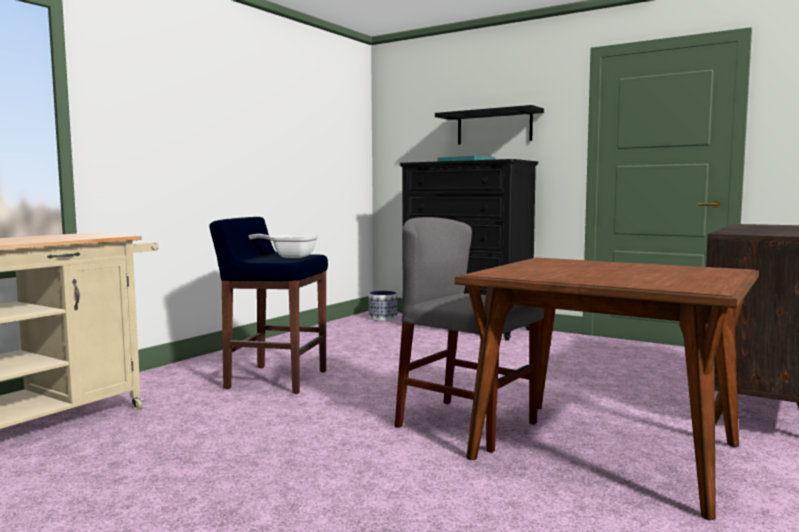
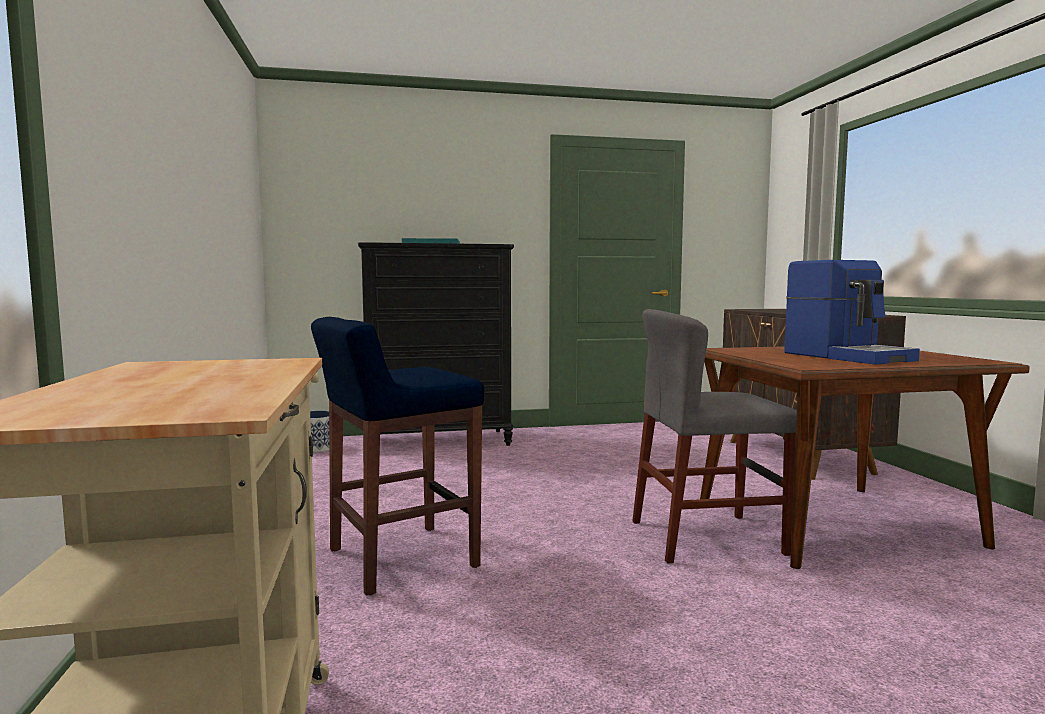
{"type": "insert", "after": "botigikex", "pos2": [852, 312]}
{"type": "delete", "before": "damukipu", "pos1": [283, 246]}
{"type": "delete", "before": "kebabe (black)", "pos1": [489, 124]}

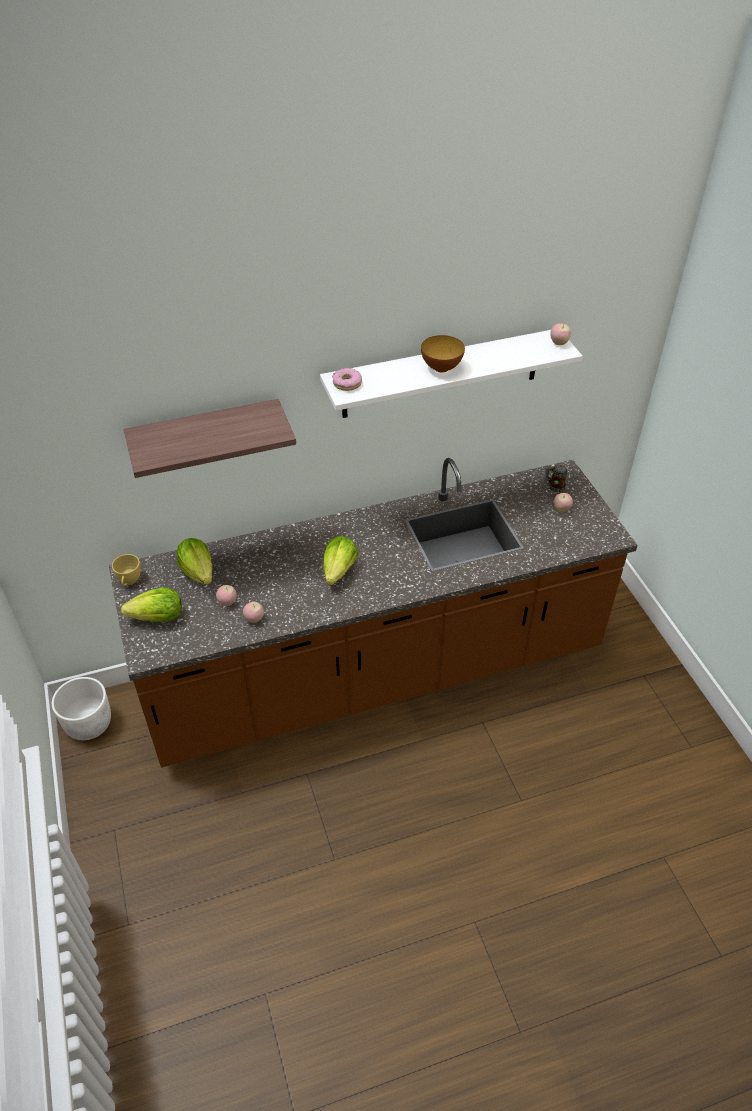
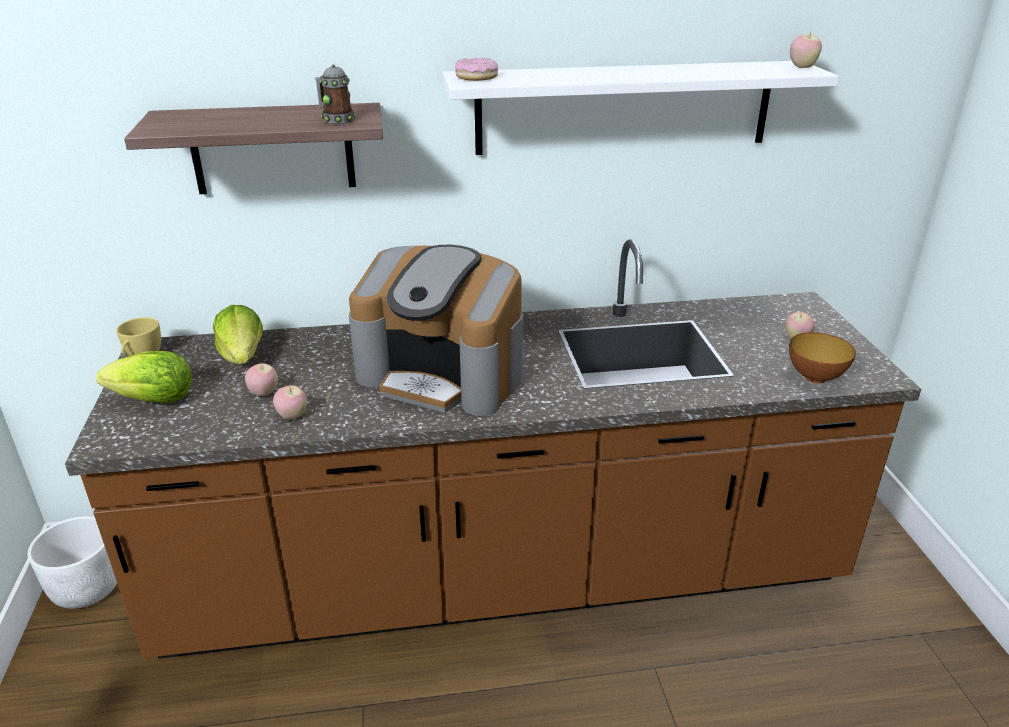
{"type": "move", "before": "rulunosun", "pos1": [556, 478], "pos2": [335, 94]}
{"type": "replace", "before": "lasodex", "after": "botigikex", "pos1": [340, 560], "pos2": [436, 330]}
{"type": "move", "before": "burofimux", "pos1": [443, 354], "pos2": [822, 357]}

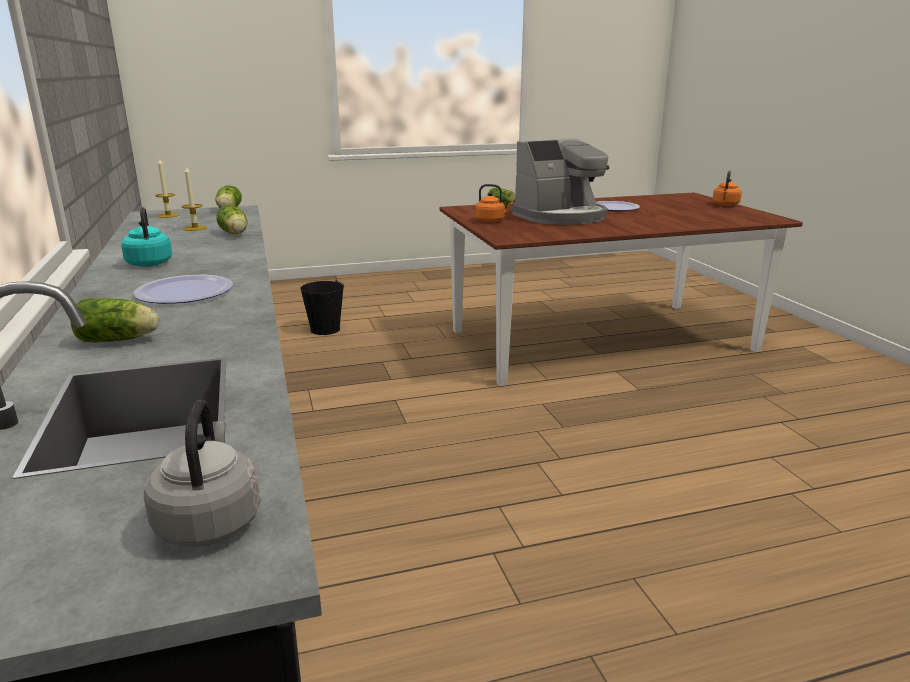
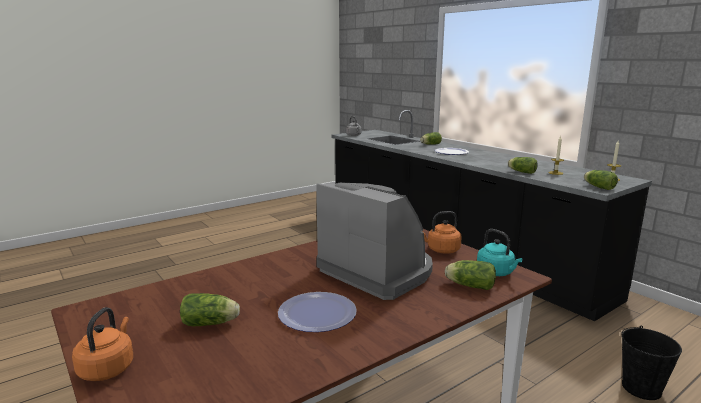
{"type": "insert", "after": "lasodex", "pos2": [210, 309]}
{"type": "rotate", "before": "botigikex", "pos1": [559, 181], "pos2": [374, 241], "turn": 90}
{"type": "move", "before": "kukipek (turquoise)", "pos1": [146, 237], "pos2": [499, 252]}

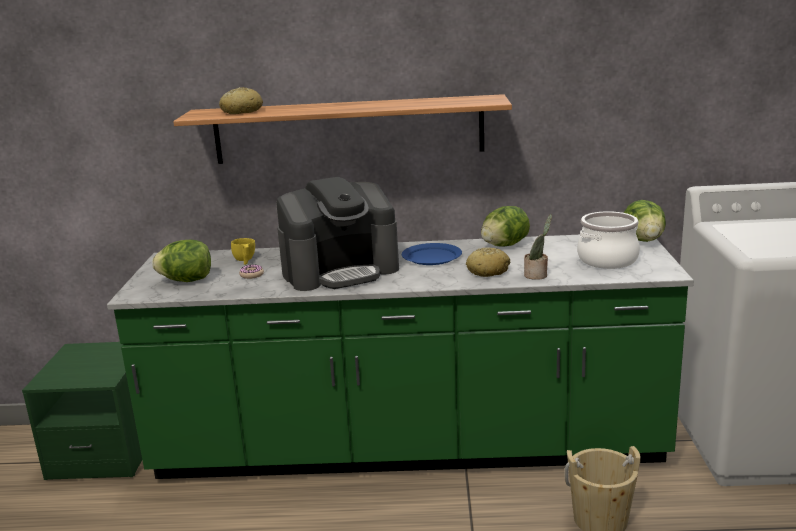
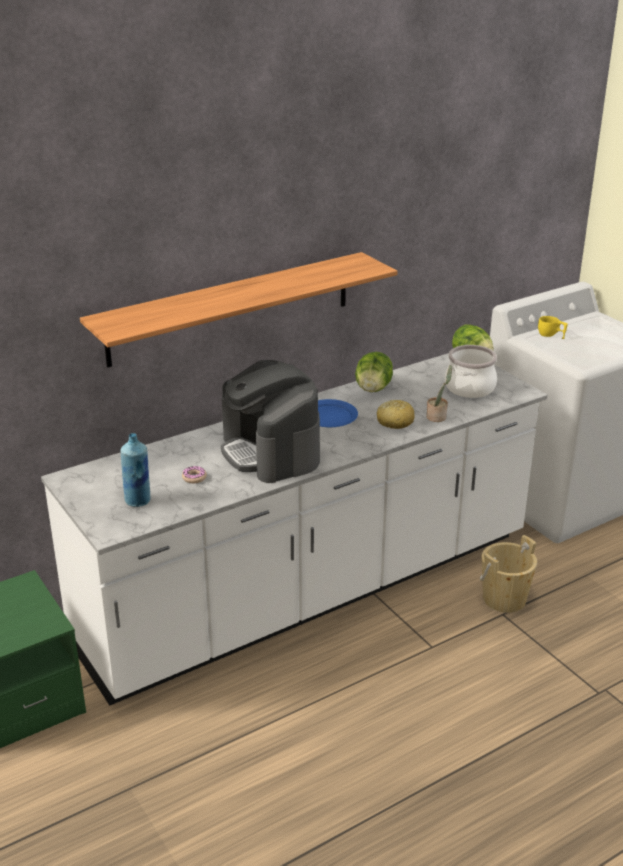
{"type": "recolor", "before": "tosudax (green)", "after": "tosudax (white)", "pos1": [400, 357], "pos2": [294, 529]}
{"type": "replace", "before": "lasodex", "after": "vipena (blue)", "pos1": [181, 260], "pos2": [135, 470]}
{"type": "rotate", "before": "botigikex", "pos1": [337, 234], "pos2": [270, 421], "turn": 120}
{"type": "move", "before": "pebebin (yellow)", "pos1": [243, 251], "pos2": [553, 327]}
{"type": "delete", "before": "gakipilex", "pos1": [241, 100]}

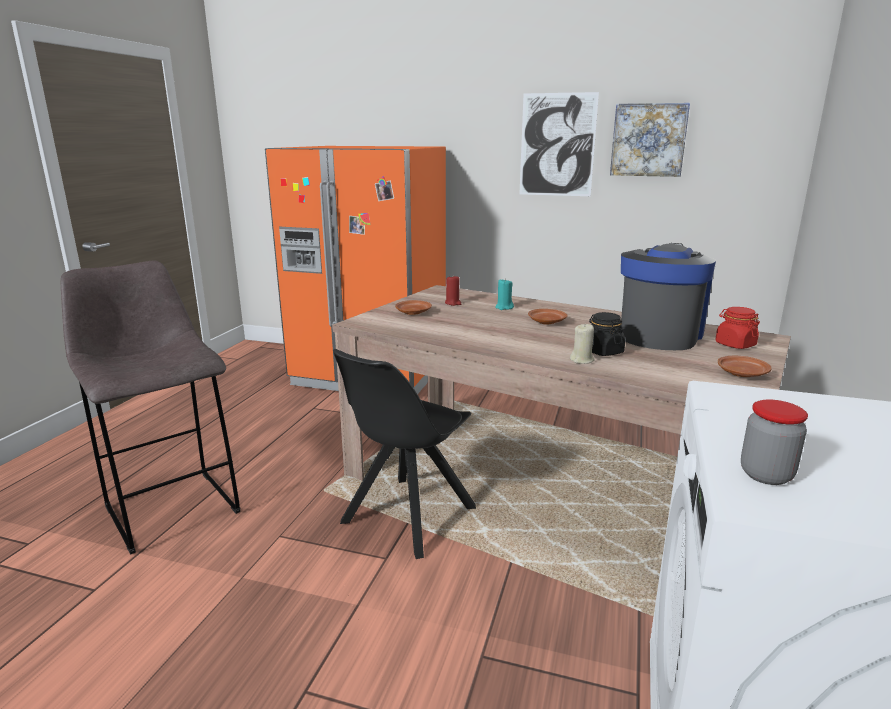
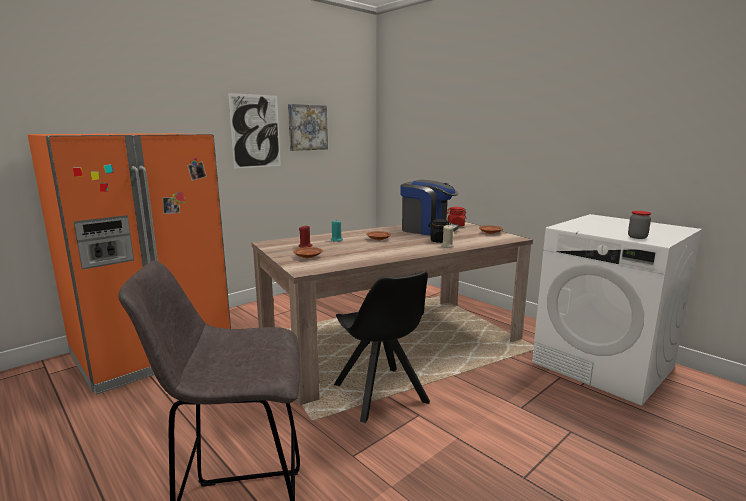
{"type": "rotate", "before": "botigikex", "pos1": [668, 296], "pos2": [430, 208], "turn": 150}

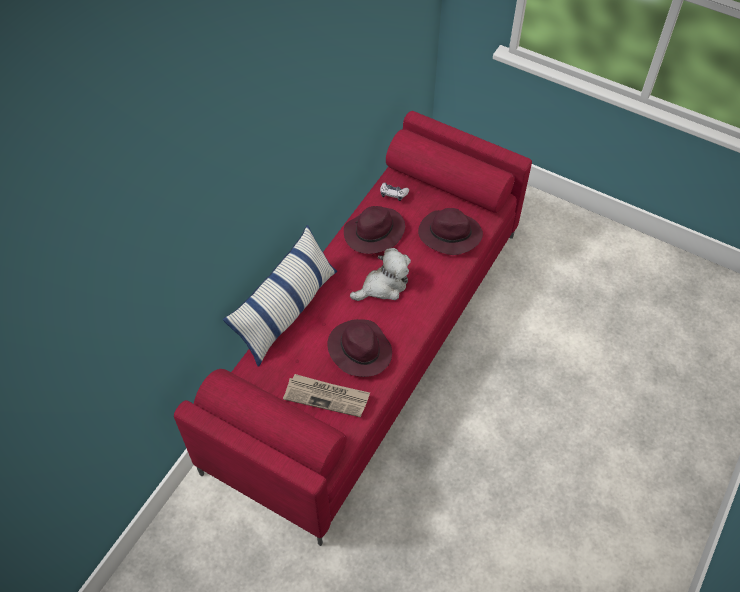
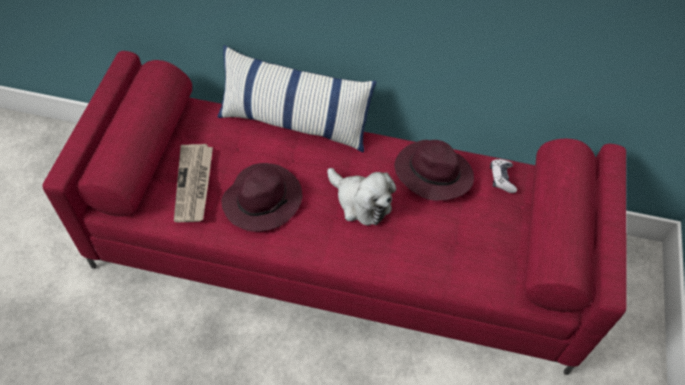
{"type": "delete", "before": "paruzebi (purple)", "pos1": [450, 231]}

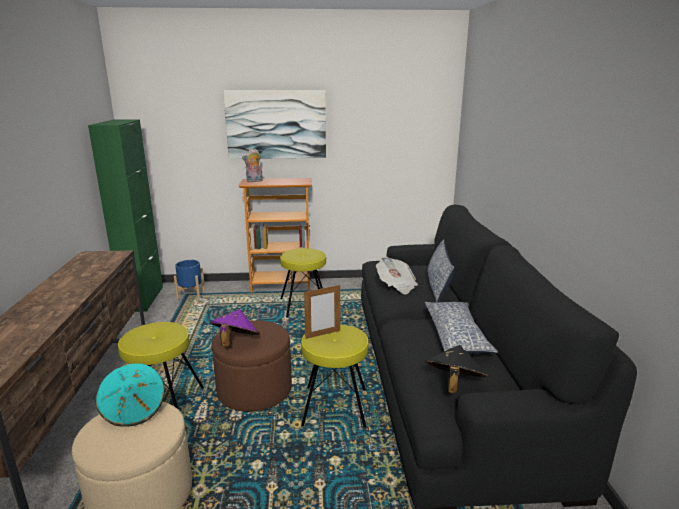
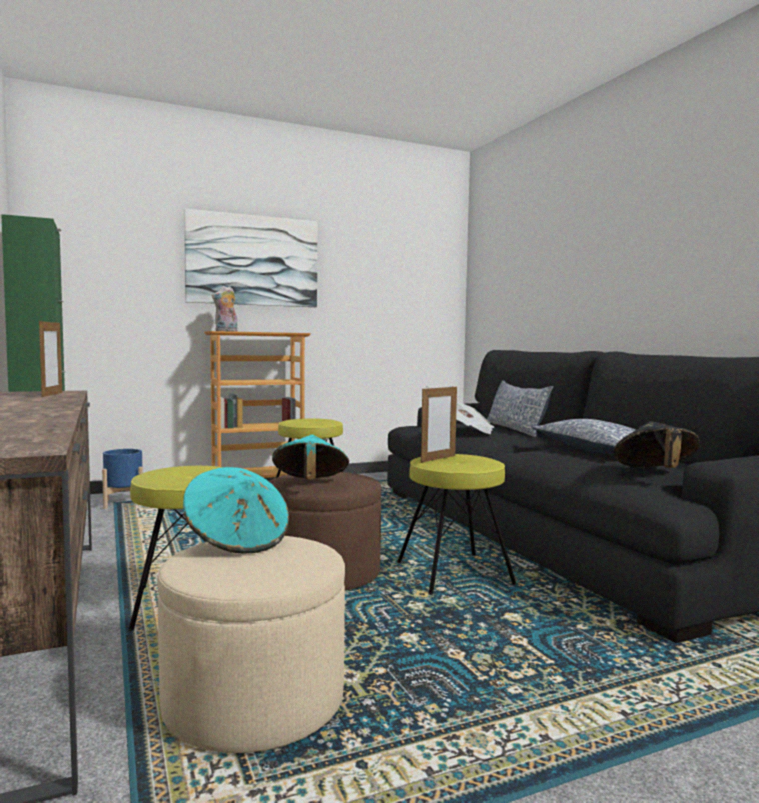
{"type": "insert", "after": "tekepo", "pos2": [50, 358]}
{"type": "recolor", "before": "paruzebi (purple)", "after": "paruzebi (turquoise)", "pos1": [235, 328], "pos2": [310, 457]}

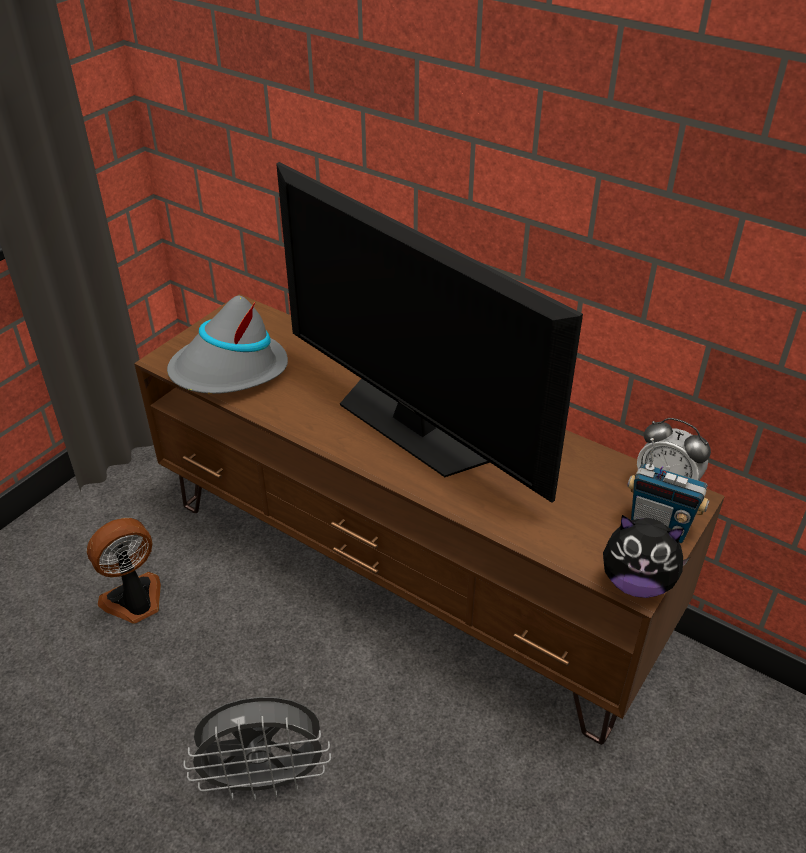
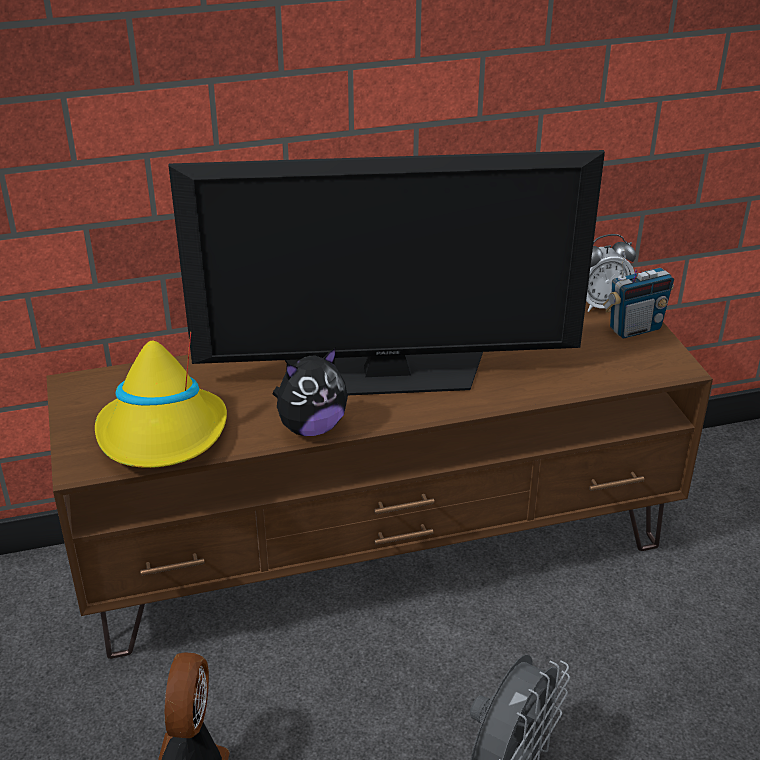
{"type": "recolor", "before": "paruzebi (grey)", "after": "paruzebi (yellow)", "pos1": [227, 345], "pos2": [161, 400]}
{"type": "move", "before": "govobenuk", "pos1": [646, 556], "pos2": [310, 391]}

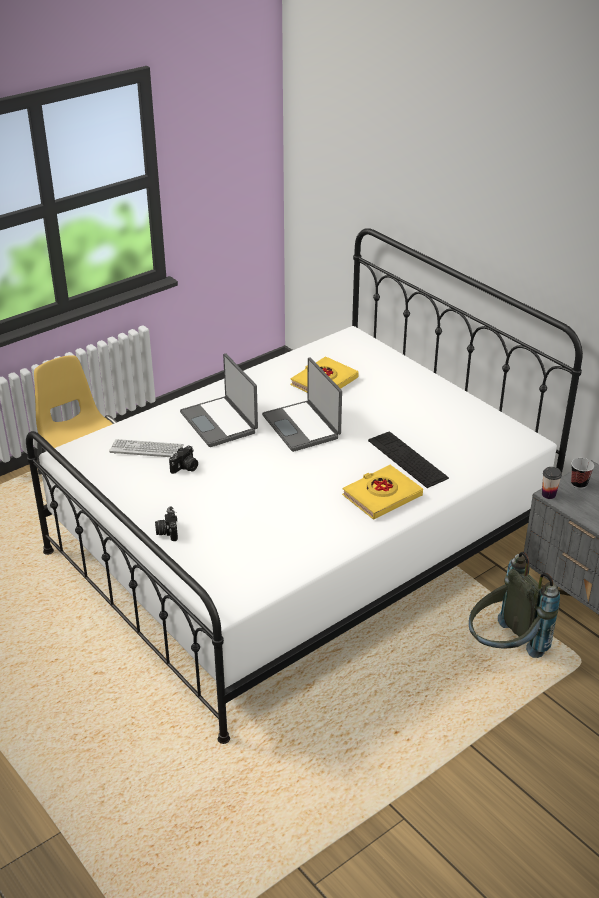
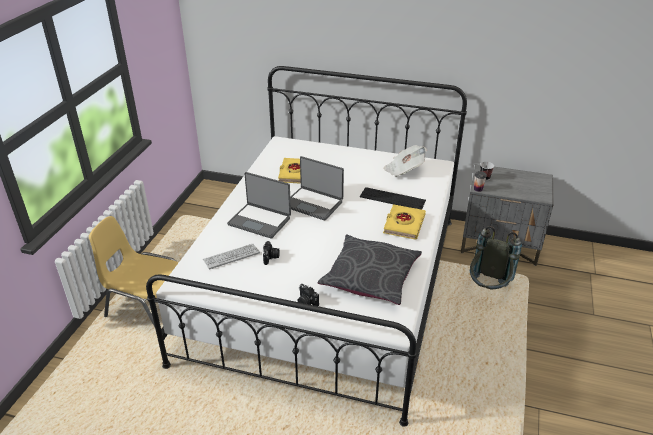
{"type": "insert", "after": "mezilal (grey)", "pos2": [370, 269]}
{"type": "insert", "after": "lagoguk", "pos2": [405, 161]}

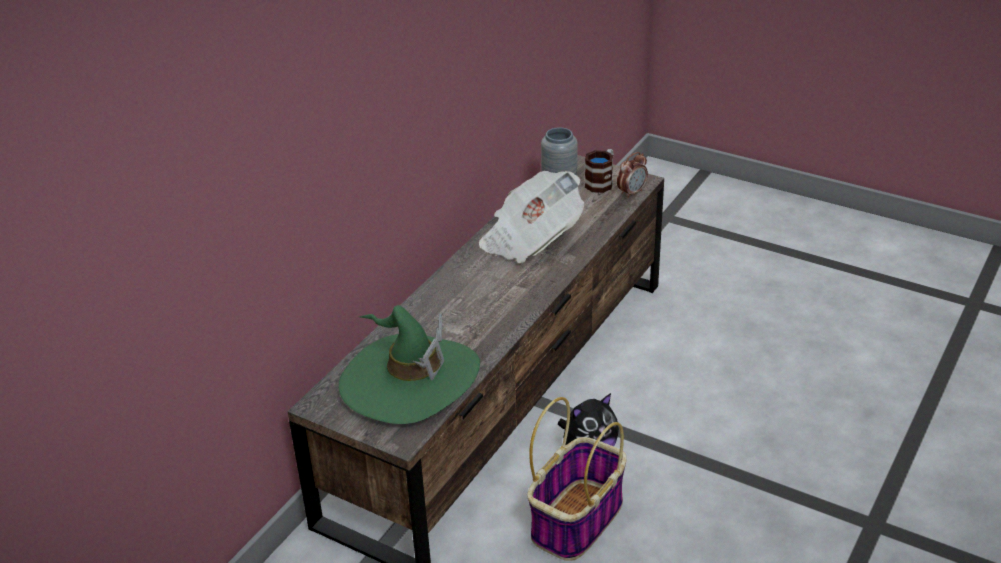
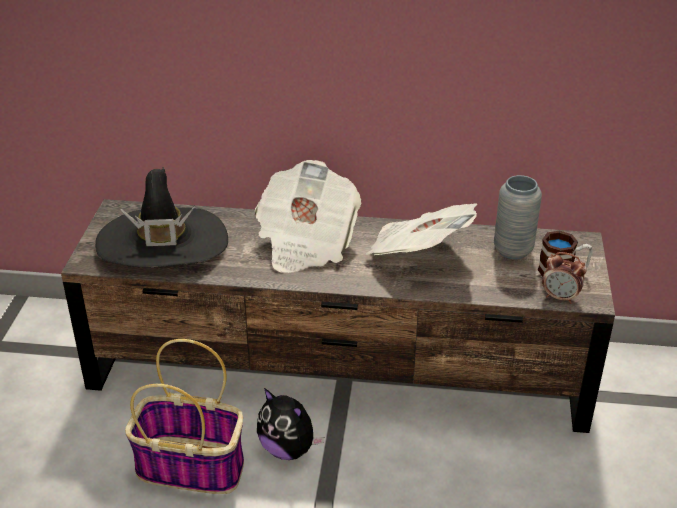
{"type": "recolor", "before": "paruzebi (green)", "after": "paruzebi (black)", "pos1": [409, 364], "pos2": [161, 217]}
{"type": "insert", "after": "lagoguk", "pos2": [308, 216]}

